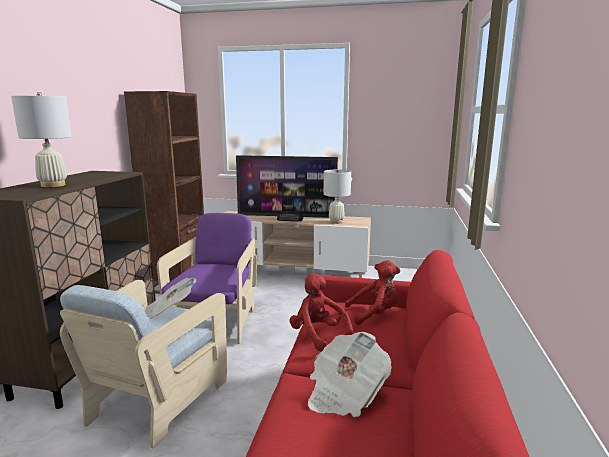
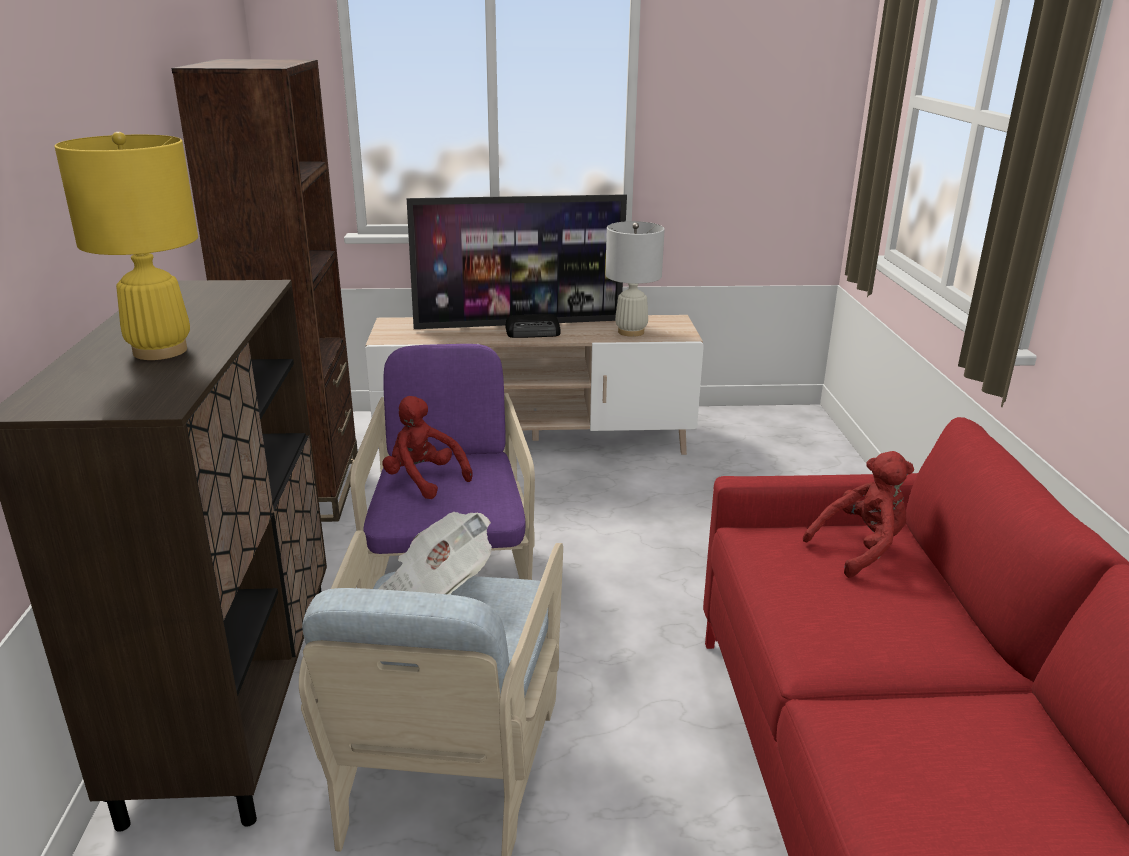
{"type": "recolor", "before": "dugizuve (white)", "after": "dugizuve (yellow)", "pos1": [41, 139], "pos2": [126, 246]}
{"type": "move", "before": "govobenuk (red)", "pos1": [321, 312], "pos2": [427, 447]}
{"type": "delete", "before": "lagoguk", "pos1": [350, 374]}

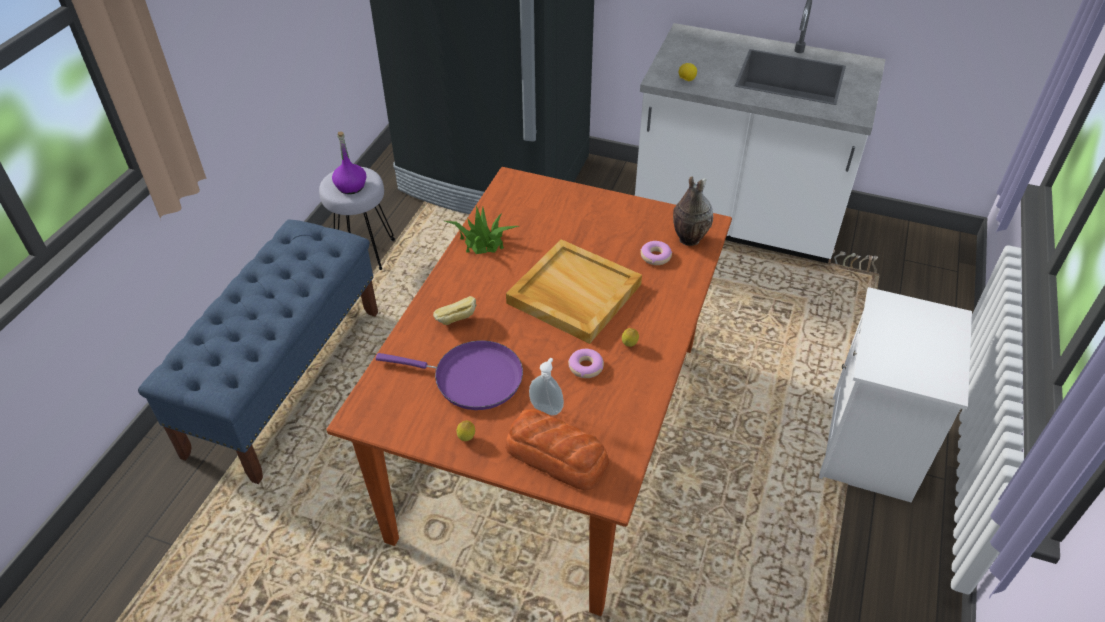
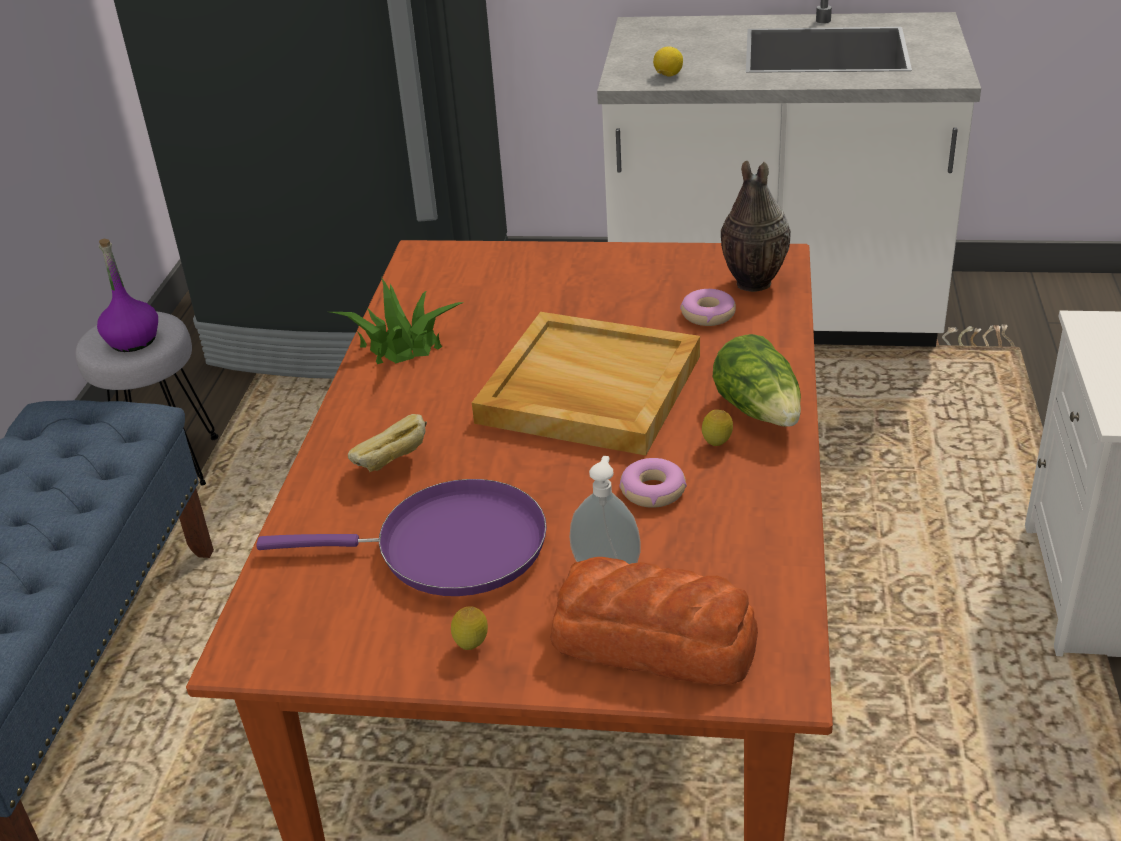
{"type": "insert", "after": "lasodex", "pos2": [757, 380]}

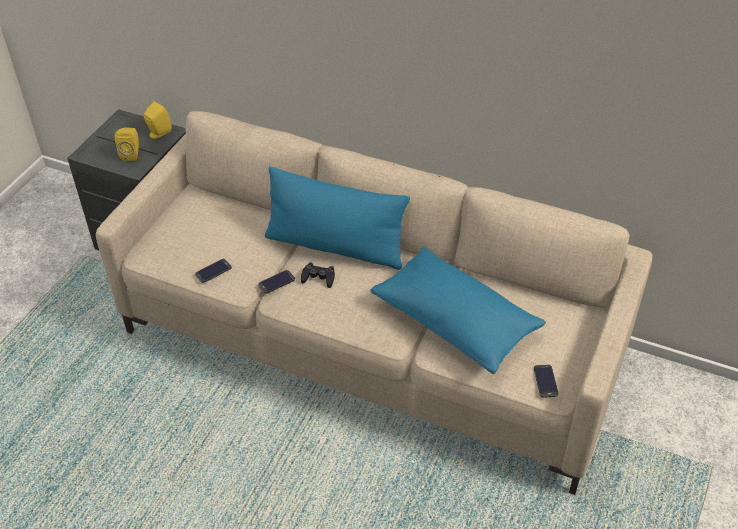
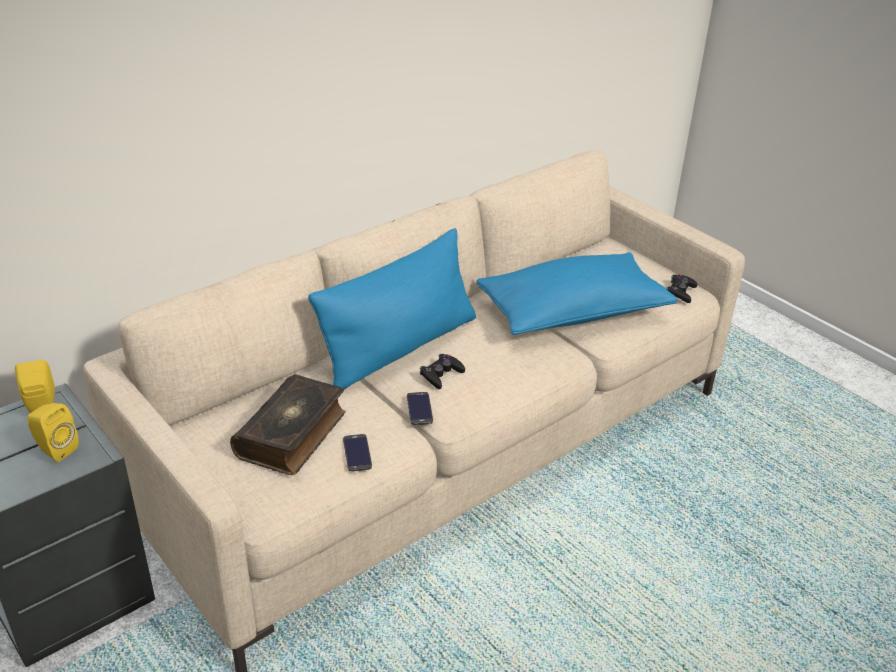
{"type": "insert", "after": "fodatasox", "pos2": [288, 424]}
{"type": "replace", "before": "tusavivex", "after": "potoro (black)", "pos1": [546, 381], "pos2": [681, 289]}

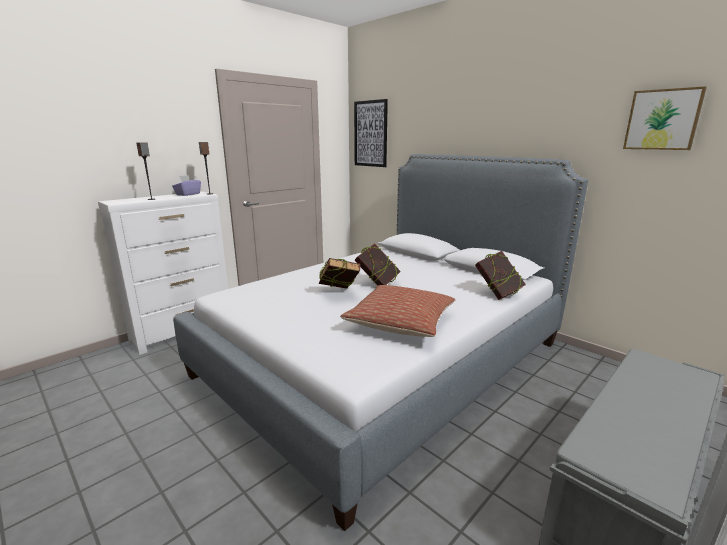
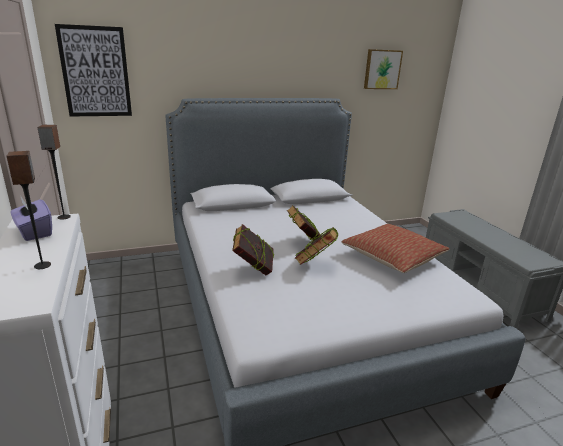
{"type": "move", "before": "fodatasox", "pos1": [500, 275], "pos2": [253, 249]}

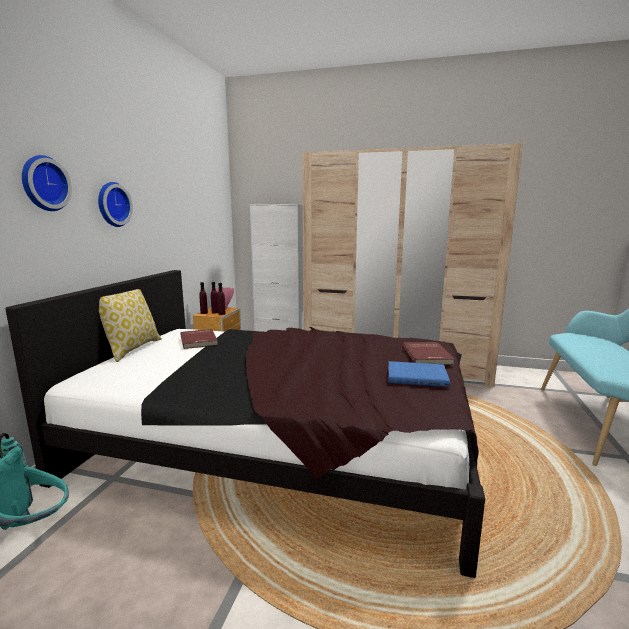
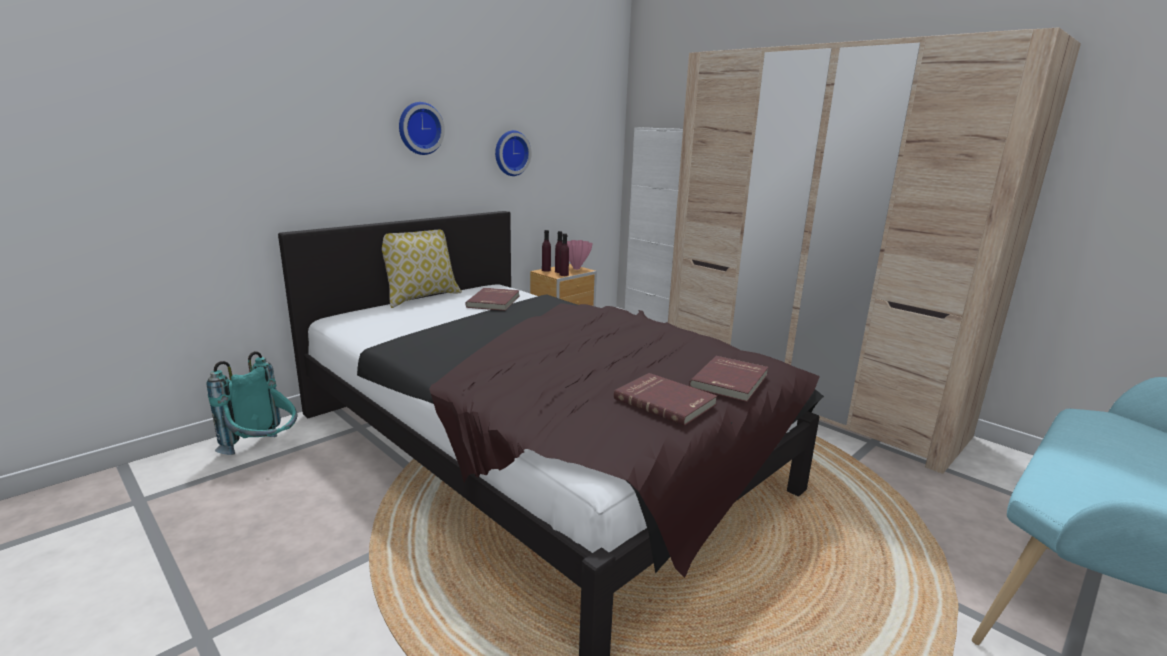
{"type": "move", "before": "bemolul", "pos1": [47, 183], "pos2": [513, 153]}
{"type": "recolor", "before": "fodatasox (blue)", "after": "fodatasox (red)", "pos1": [419, 374], "pos2": [665, 399]}

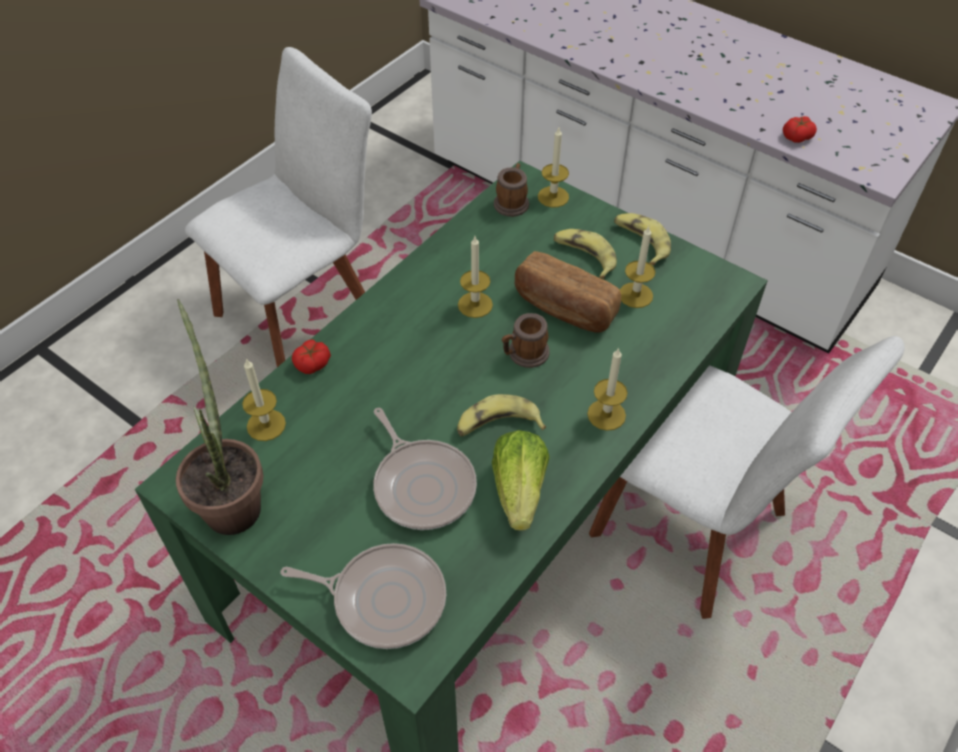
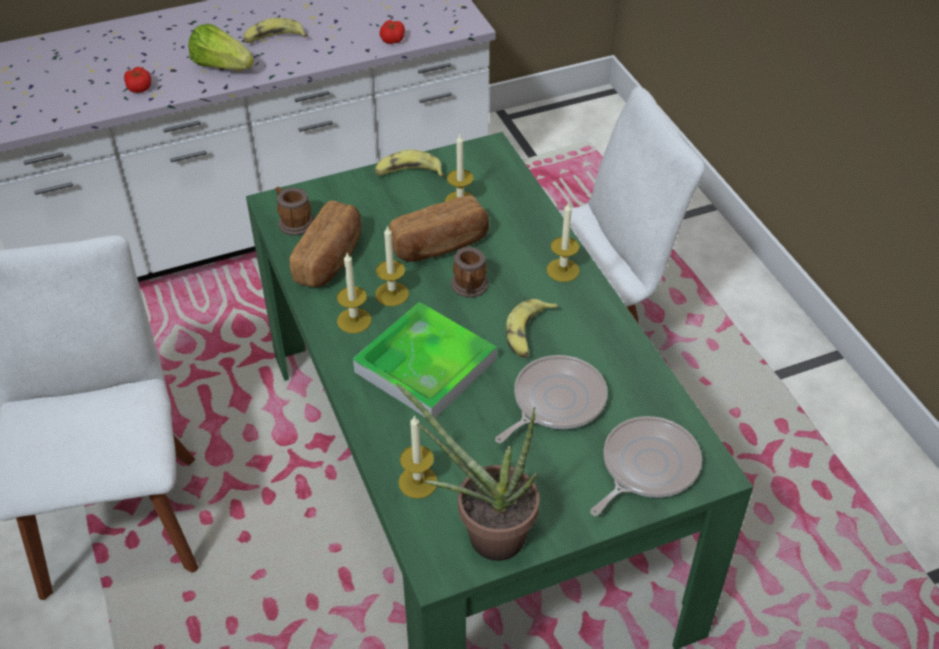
{"type": "move", "before": "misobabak", "pos1": [311, 356], "pos2": [137, 80]}
{"type": "move", "before": "lasodex", "pos1": [521, 480], "pos2": [221, 47]}
{"type": "move", "before": "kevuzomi", "pos1": [585, 254], "pos2": [275, 30]}
{"type": "insert", "after": "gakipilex", "pos2": [326, 243]}
{"type": "move", "before": "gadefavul", "pos1": [553, 167], "pos2": [354, 293]}
{"type": "insert", "after": "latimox", "pos2": [425, 360]}
{"type": "rotate", "before": "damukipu", "pos1": [425, 468], "pos2": [551, 399], "turn": -45}

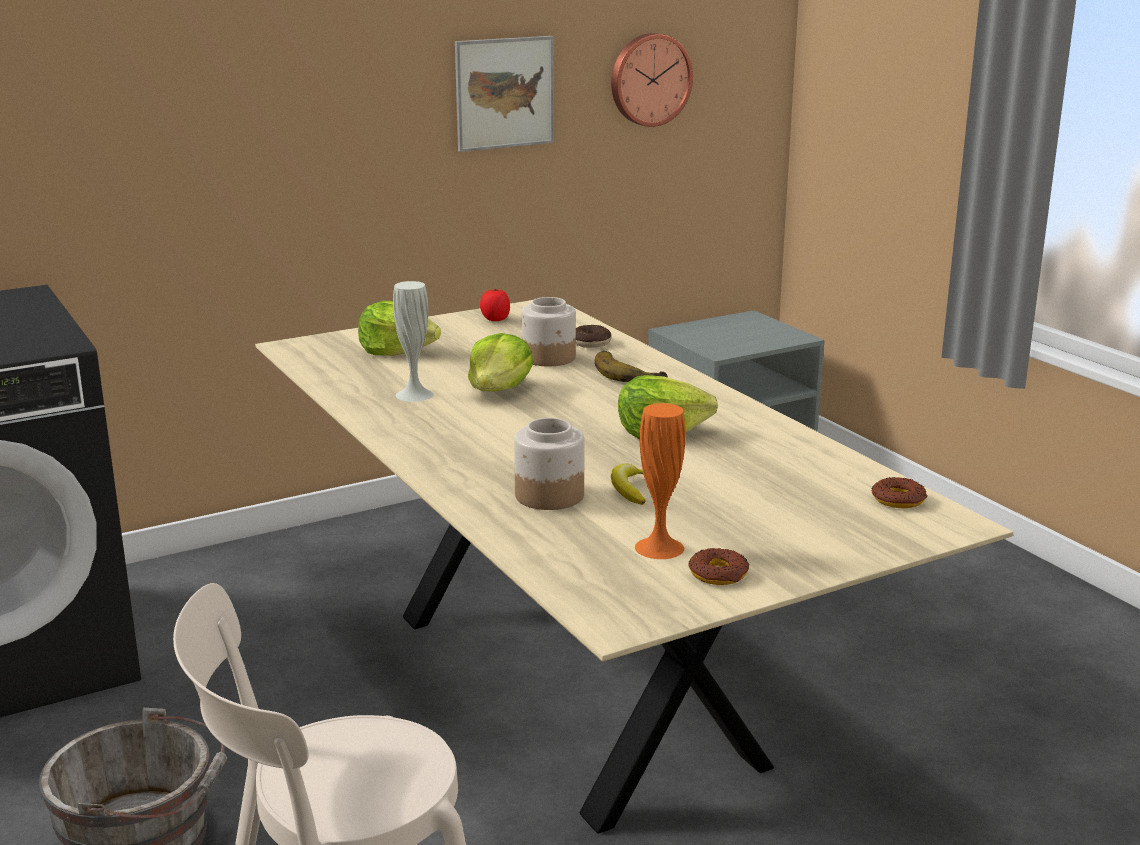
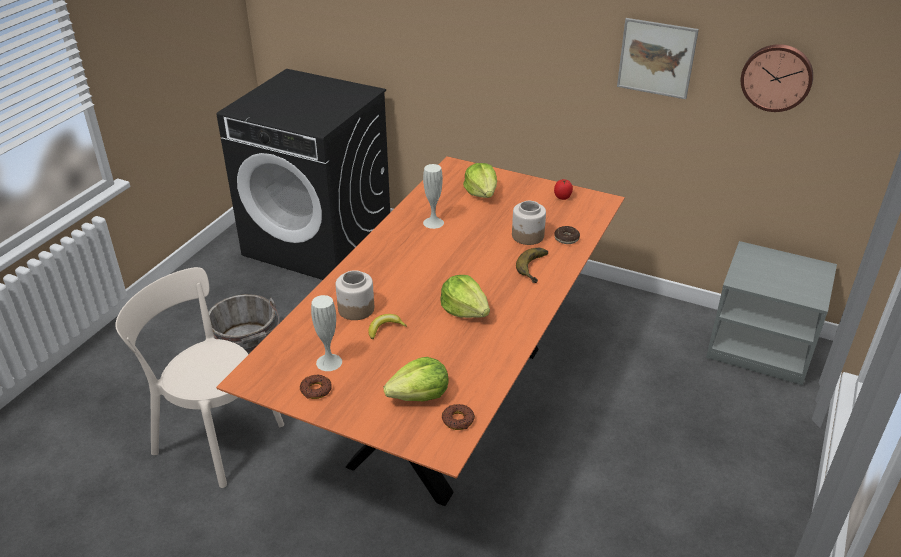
{"type": "recolor", "before": "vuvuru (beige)", "after": "vuvuru (orange)", "pos1": [634, 567], "pos2": [420, 331]}
{"type": "recolor", "before": "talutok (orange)", "after": "talutok (white)", "pos1": [660, 481], "pos2": [326, 333]}
{"type": "move", "before": "lasodex", "pos1": [501, 362], "pos2": [415, 379]}

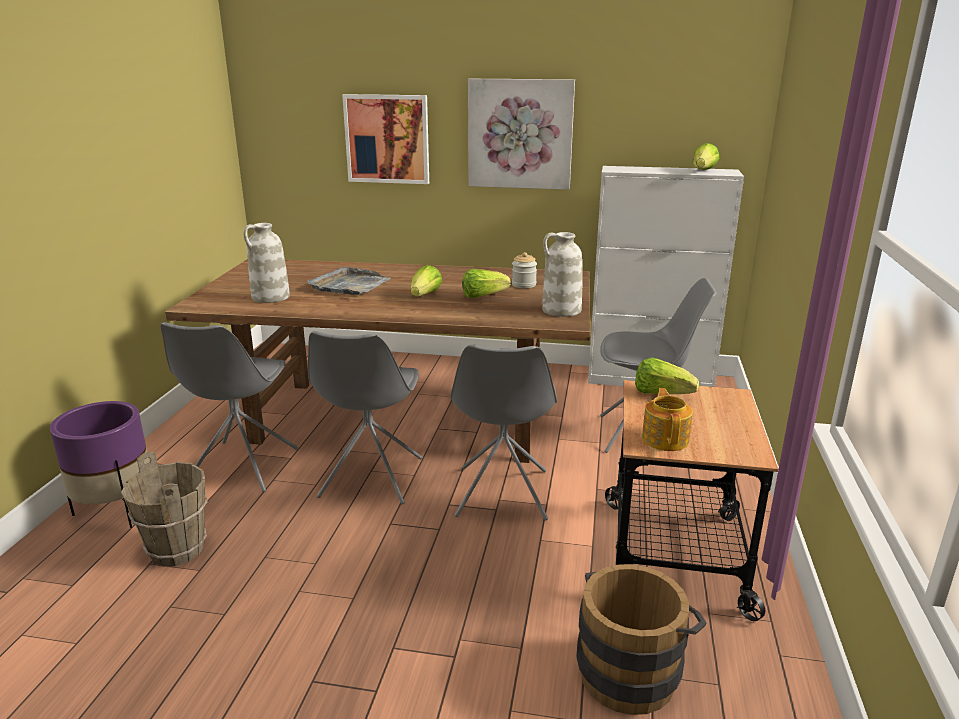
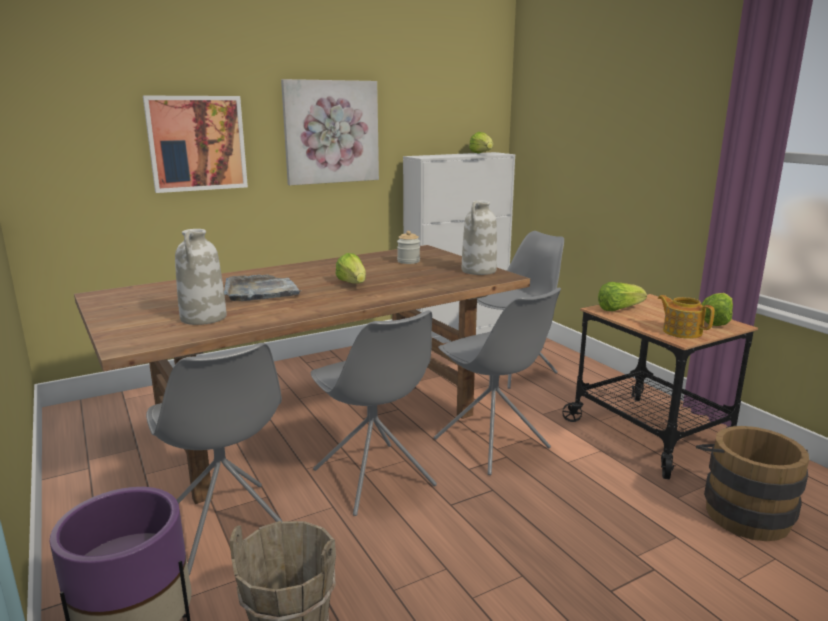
{"type": "move", "before": "lasodex", "pos1": [486, 283], "pos2": [717, 309]}

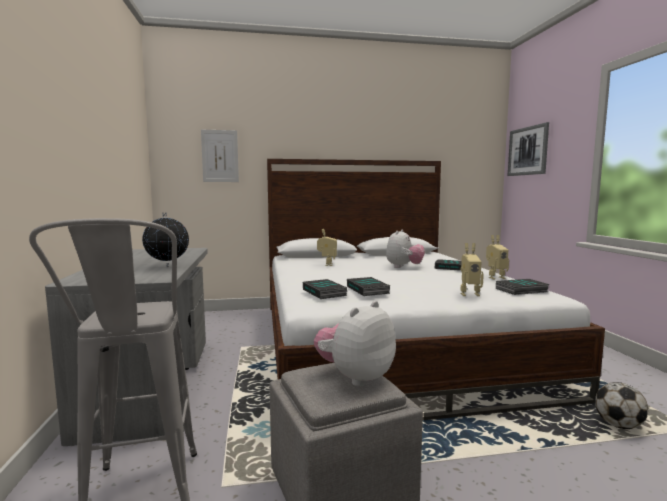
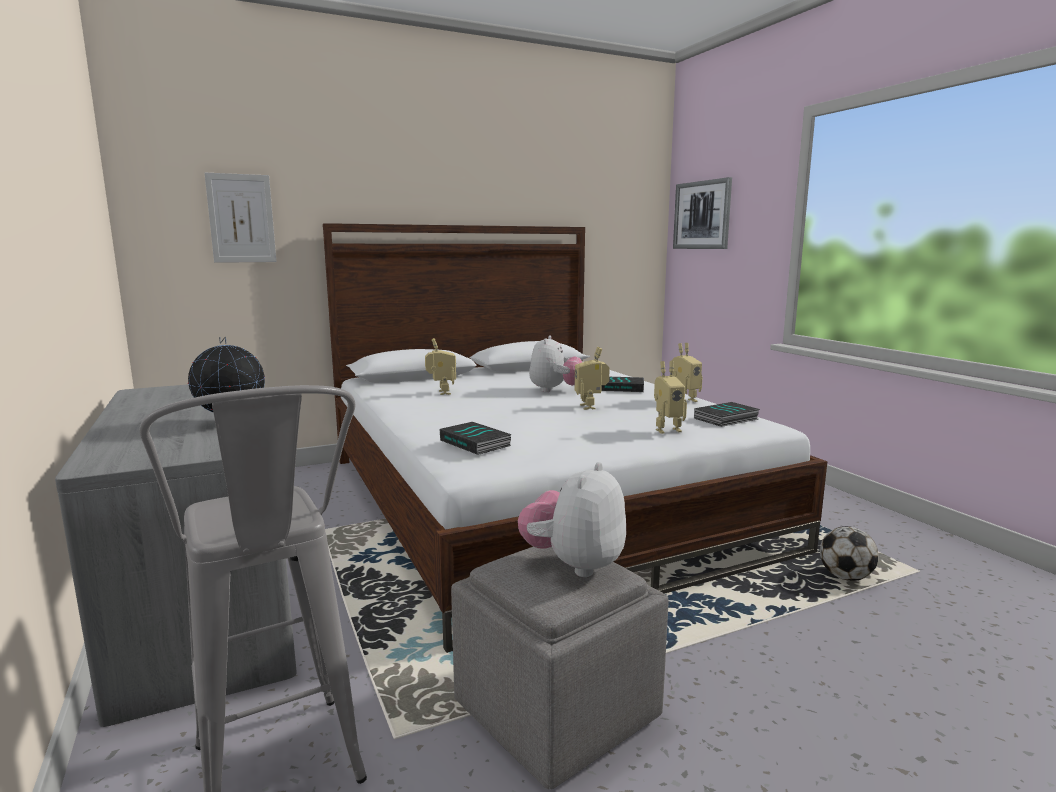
{"type": "insert", "after": "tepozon", "pos2": [592, 378]}
{"type": "delete", "before": "fodatasox", "pos1": [368, 286]}

